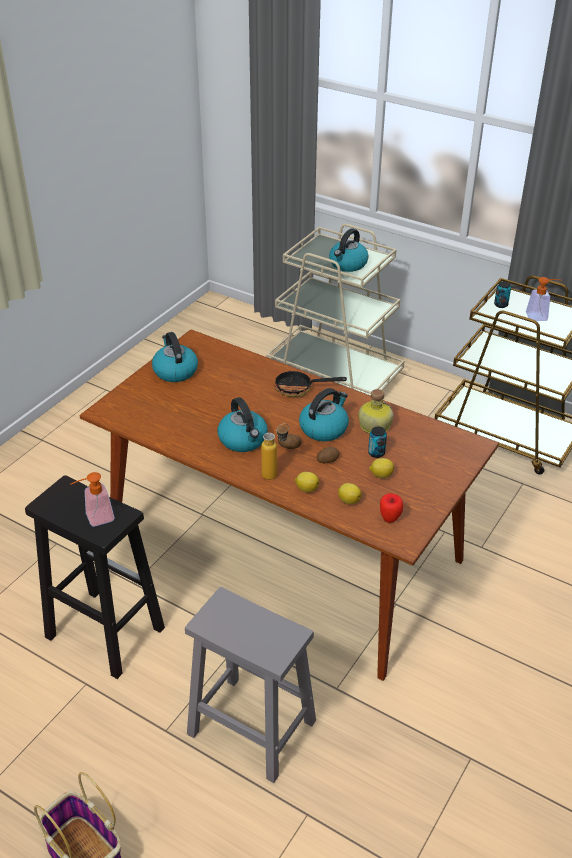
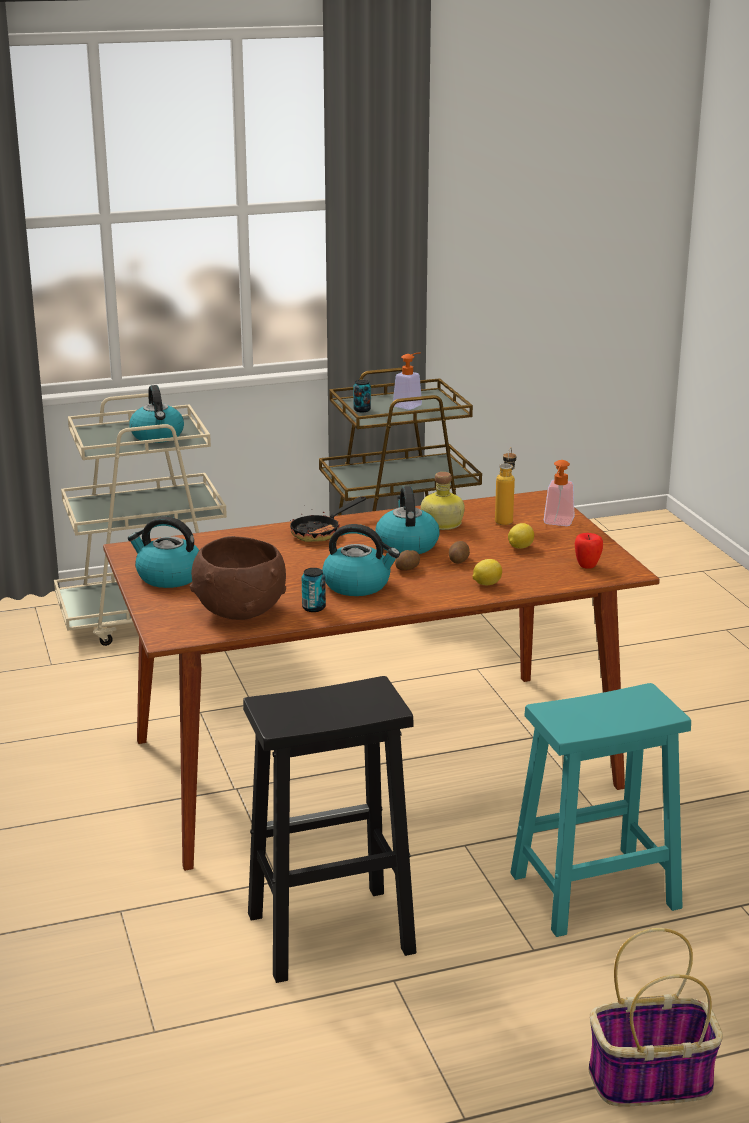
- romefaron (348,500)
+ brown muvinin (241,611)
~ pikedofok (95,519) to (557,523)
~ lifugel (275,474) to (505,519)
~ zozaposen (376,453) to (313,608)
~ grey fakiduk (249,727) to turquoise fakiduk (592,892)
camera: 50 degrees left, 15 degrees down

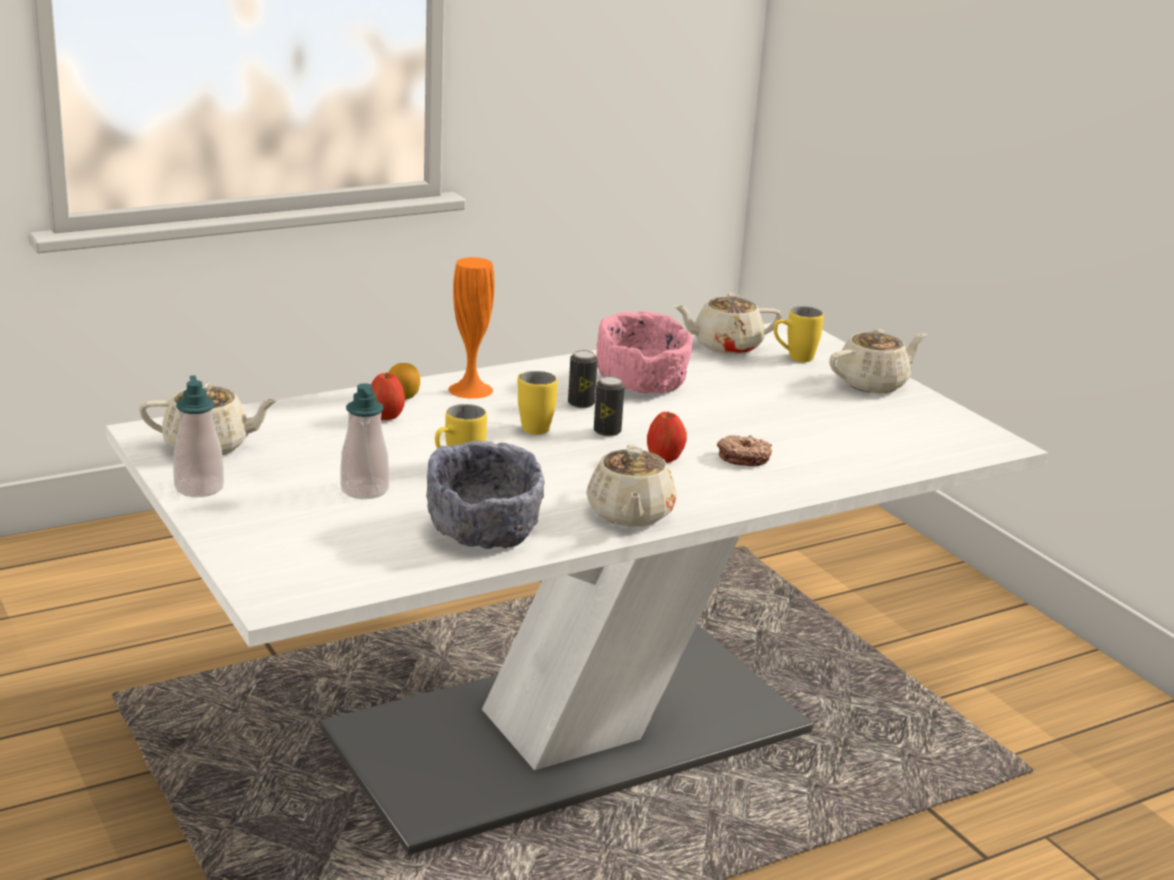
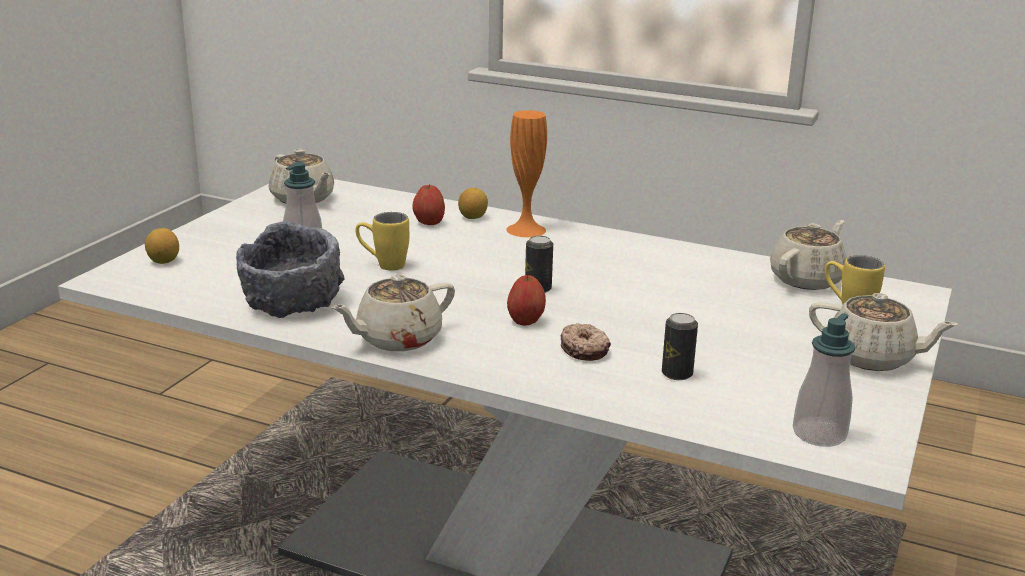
- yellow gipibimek (531,425)
- pink muvinin (641,383)
+ romefaron (163,261)
~ pikedofok (199,488) to (819,434)
~ zozaposen (581,404) to (677,374)
~ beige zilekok (725,346) = (807,279) 90 degrees clockwise
camera: 55 degrees right, 0 degrees up

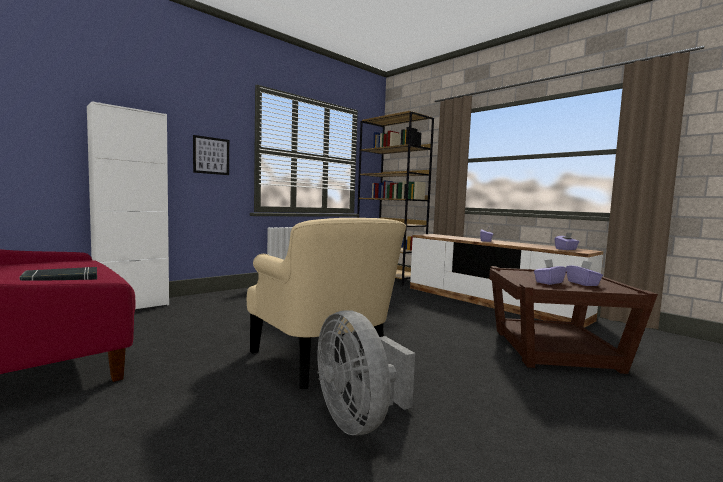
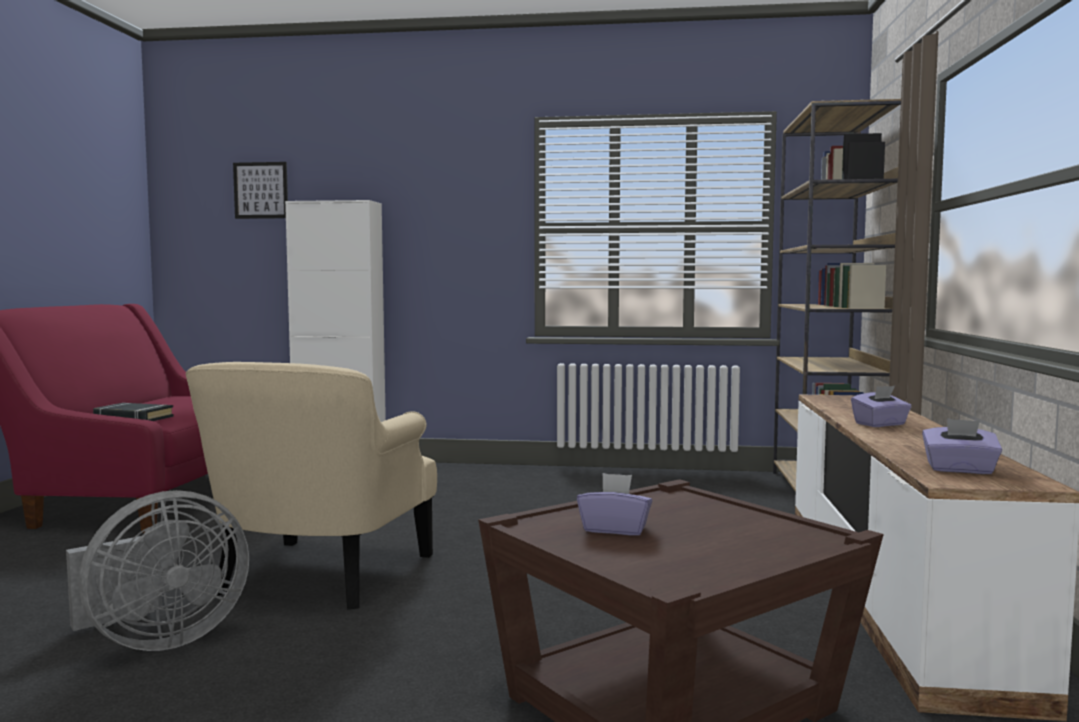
- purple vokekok (583,283)
~ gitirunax (211,155) to (261,190)
~ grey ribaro (359,420) = (159,640) 150 degrees counterclockwise
camera: 50 degrees right, 0 degrees up

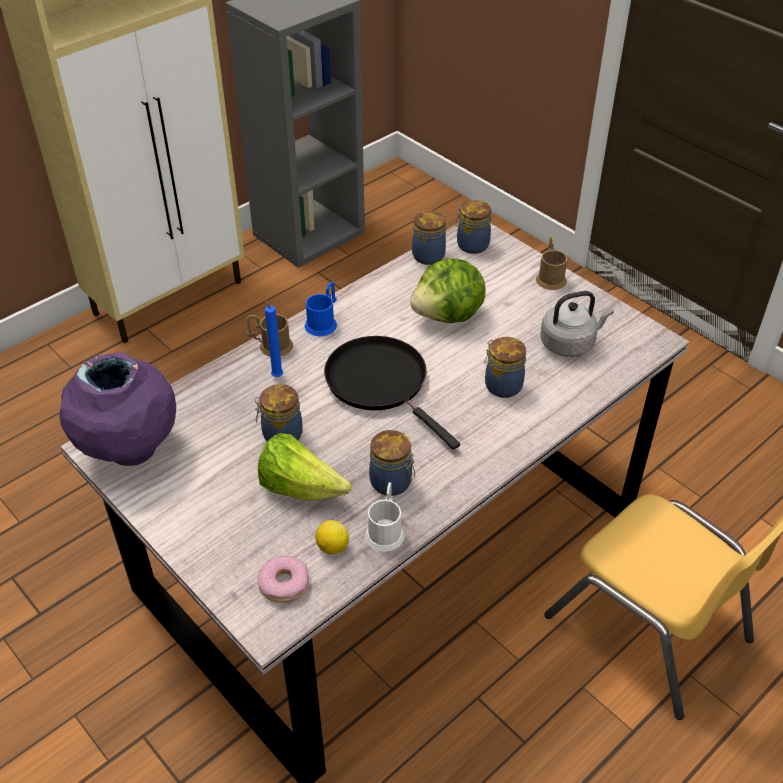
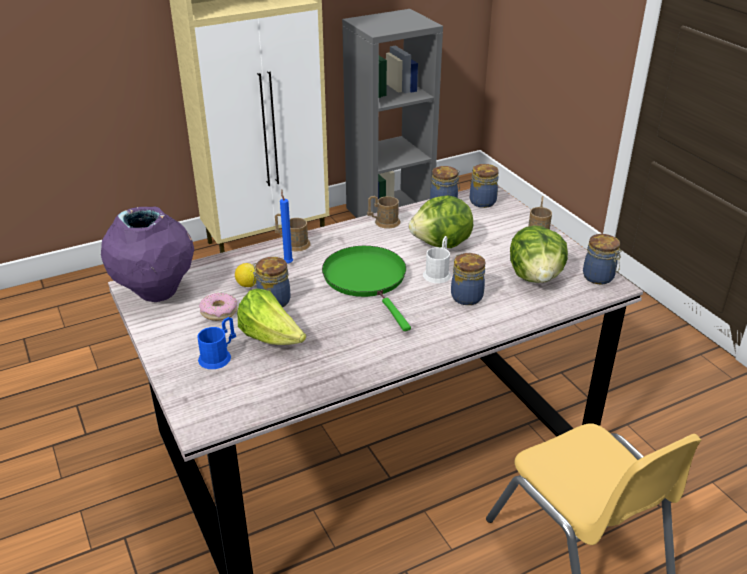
+ brown gipibimek (383,222)
~ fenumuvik (284,584) to (219,311)
~ blue gipibimek (323,322) to (219,356)
~ romefaron (332,547) to (247,284)
~ white gipibimek (385,530) to (438,273)
~ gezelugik (392,483) to (599,277)
~ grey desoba (570,343) to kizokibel (536,277)
~ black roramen (381,383) to green roramen (367,280)
camera: 15 degrees right, 10 degrees down

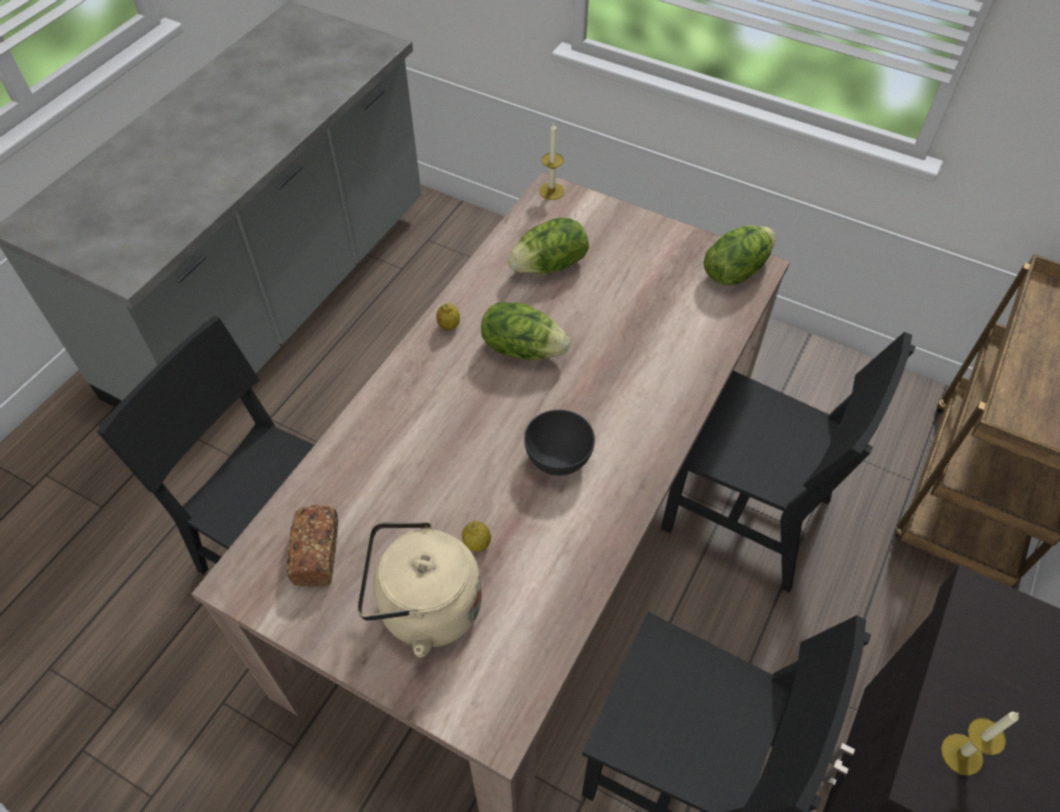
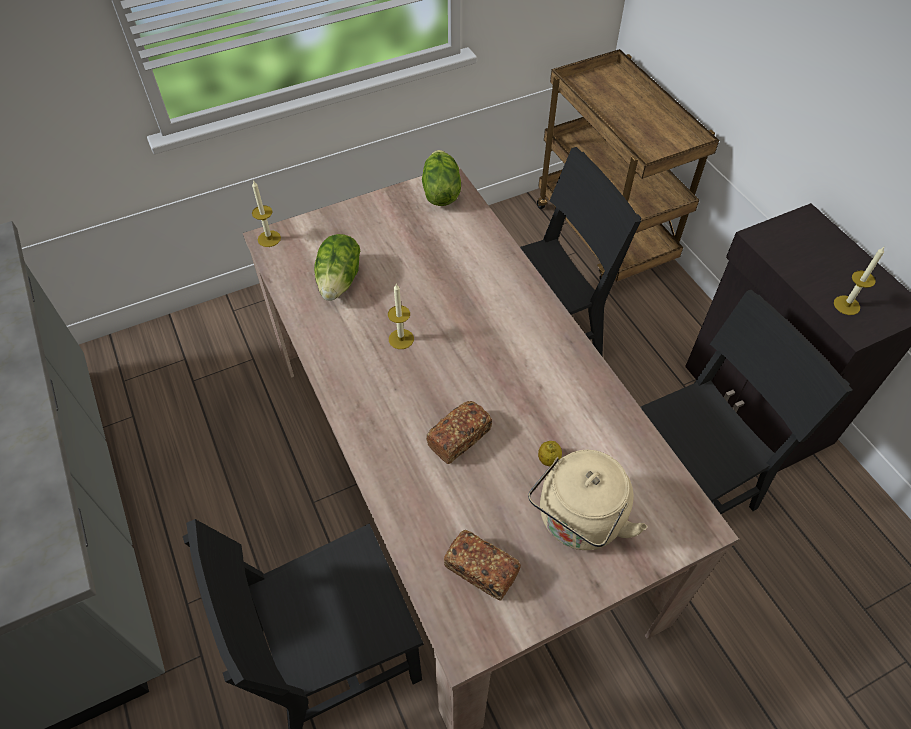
- romefaron (449,326)
- grey muvinin (558,458)
+ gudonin (459,438)
~ kizokibel (522,348) to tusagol (401,339)
camera: 55 degrees left, 0 degrees up

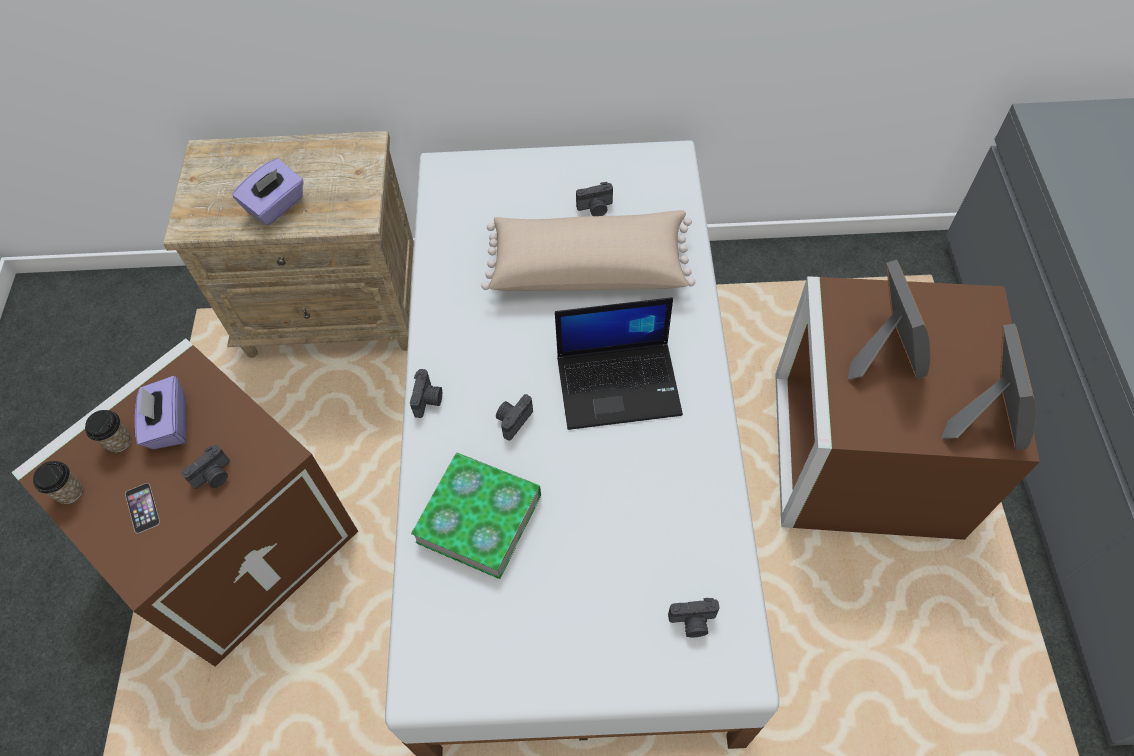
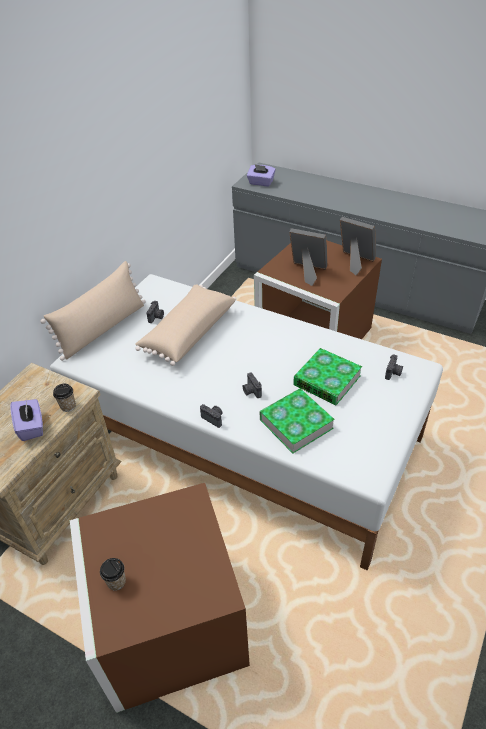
- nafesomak (142,508)
- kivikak (214,476)
- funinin (619,384)
+ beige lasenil (103,328)
+ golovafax (327,380)
~ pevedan (70,492) to (68,406)
~ purple vokekok (169,424) to (261,183)
camera: 60 degrees left, 15 degrees down

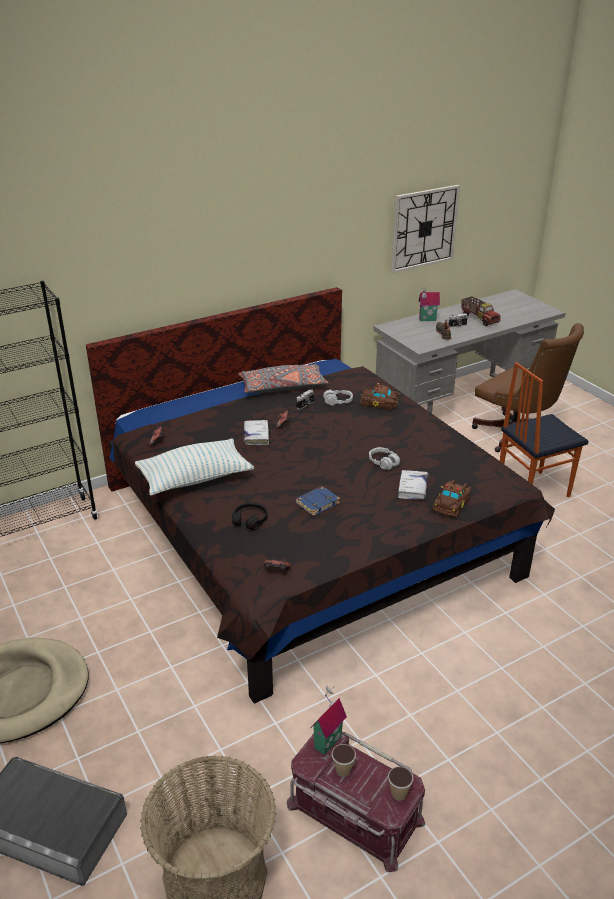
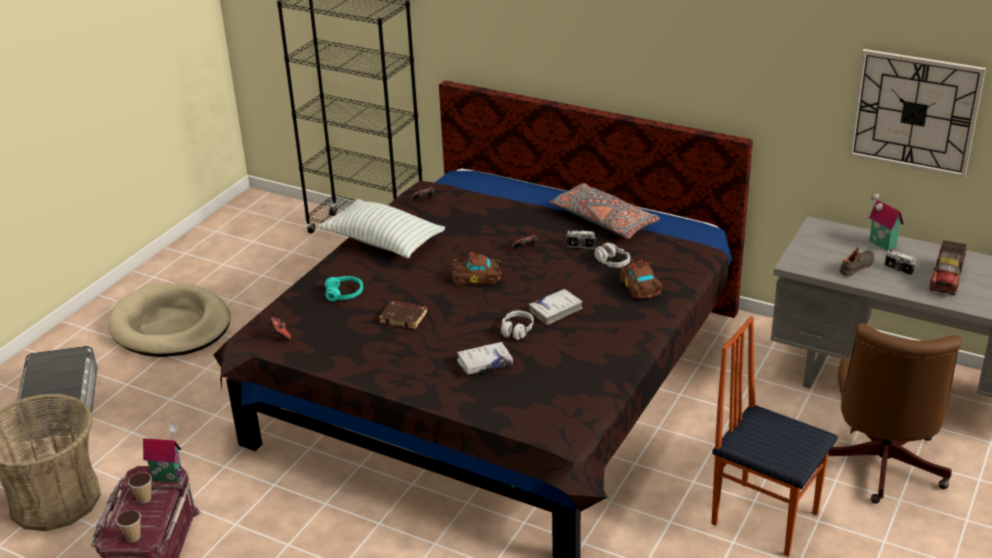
~ white golovafax (256,436) to (555,310)
~ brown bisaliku (452,504) to (478,278)
~ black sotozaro (250,520) to turquoise sotozaro (344,293)
~ blue golovafax (317,503) to brown golovafax (404,317)
camera: 60 degrees right, 0 degrees up

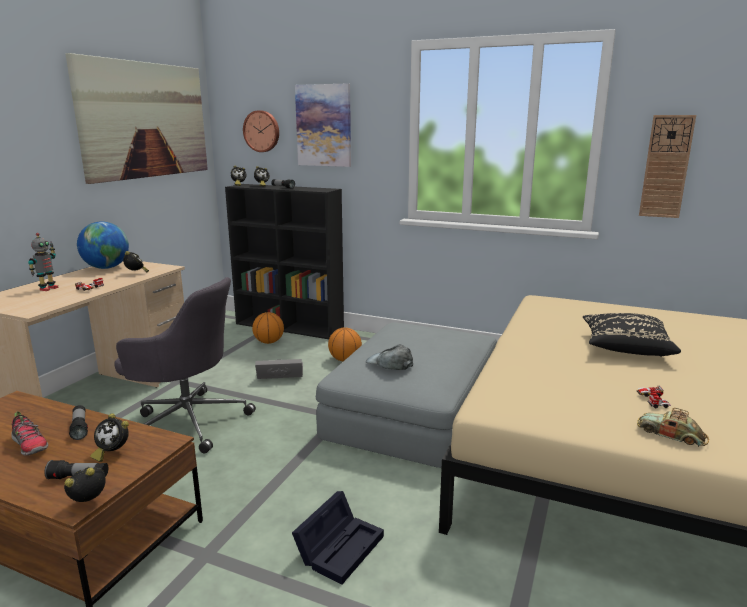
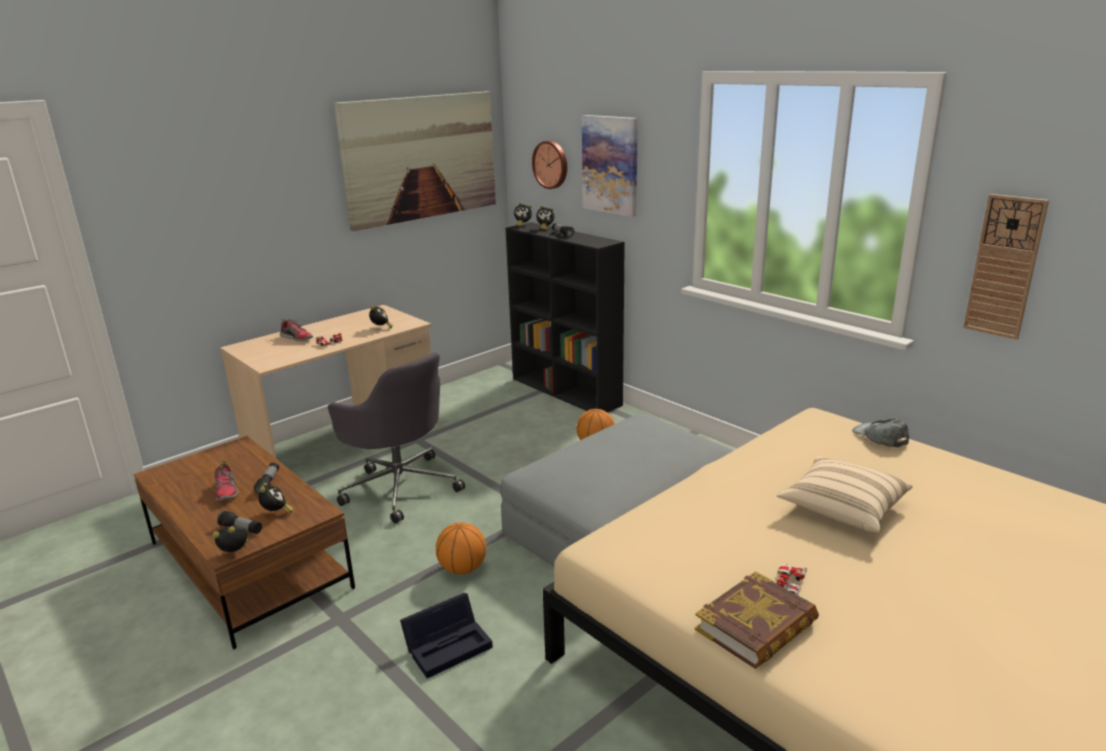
- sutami (106,268)
- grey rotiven (278,374)
~ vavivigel (269,342) to (462,569)
~ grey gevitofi (389,363) to (880,436)
~ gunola (48,288) to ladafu (297,338)
~ bisaliku (671,435) to golovafax (756,627)
~ black lasenil (625,348) to beige lasenil (842,509)
~ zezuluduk (112,453) = (276,513) 150 degrees counterclockwise
camera: 25 degrees right, 5 degrees up

